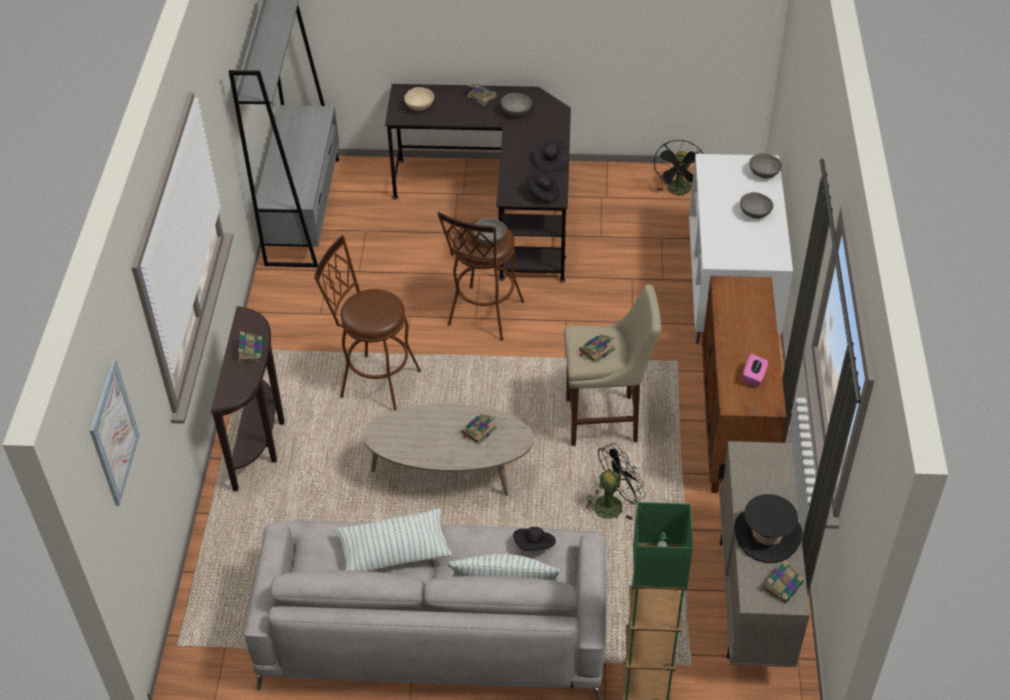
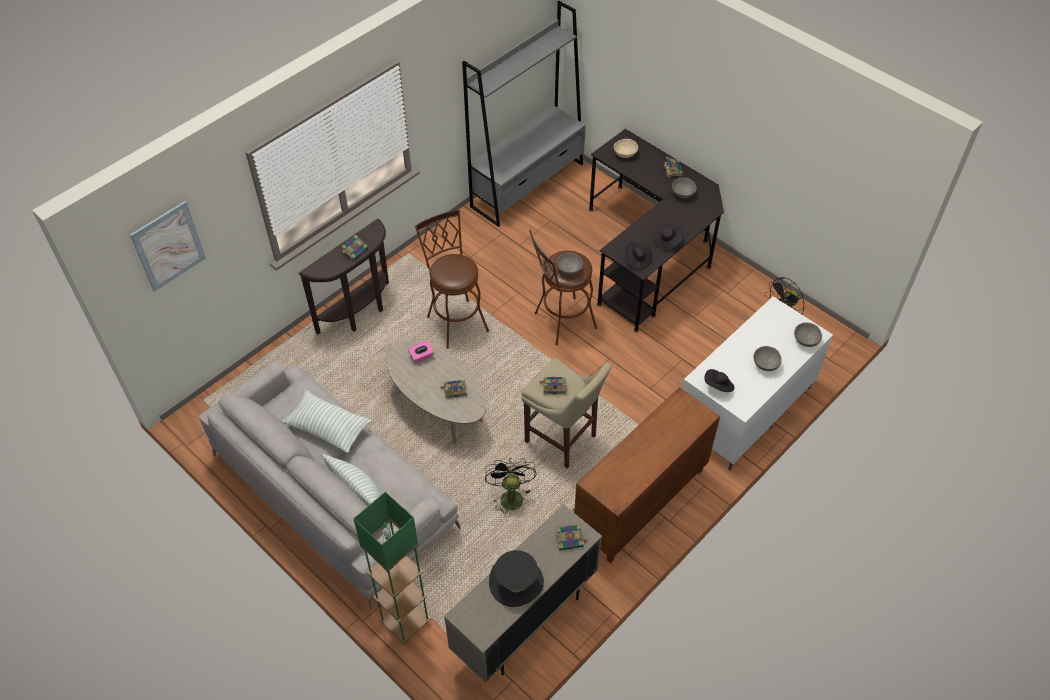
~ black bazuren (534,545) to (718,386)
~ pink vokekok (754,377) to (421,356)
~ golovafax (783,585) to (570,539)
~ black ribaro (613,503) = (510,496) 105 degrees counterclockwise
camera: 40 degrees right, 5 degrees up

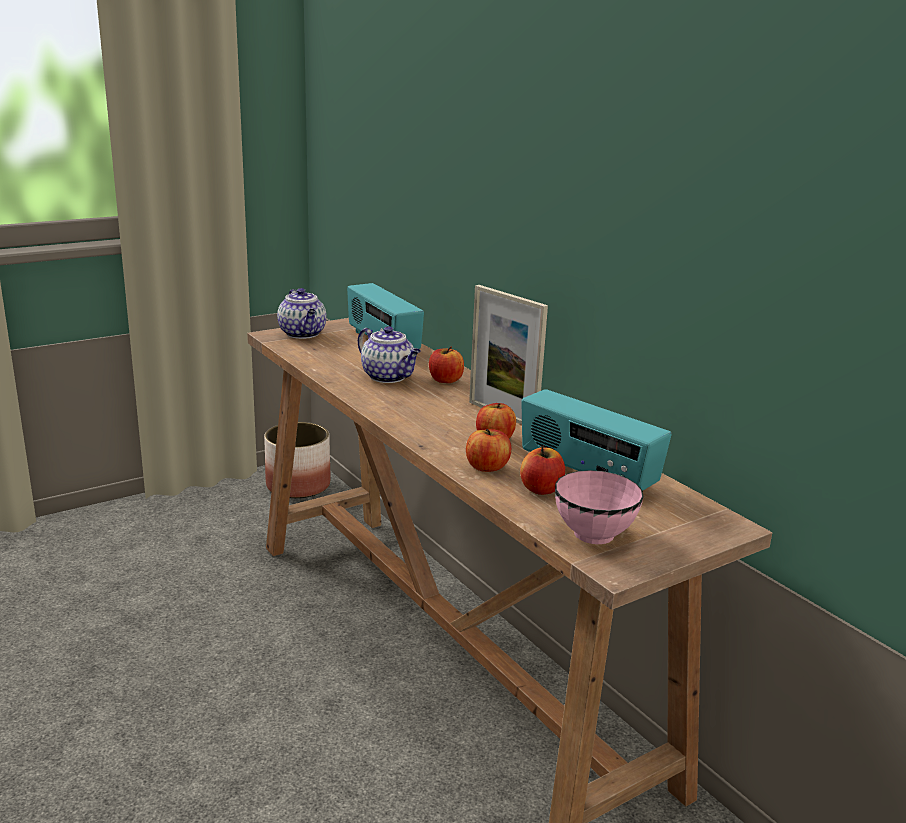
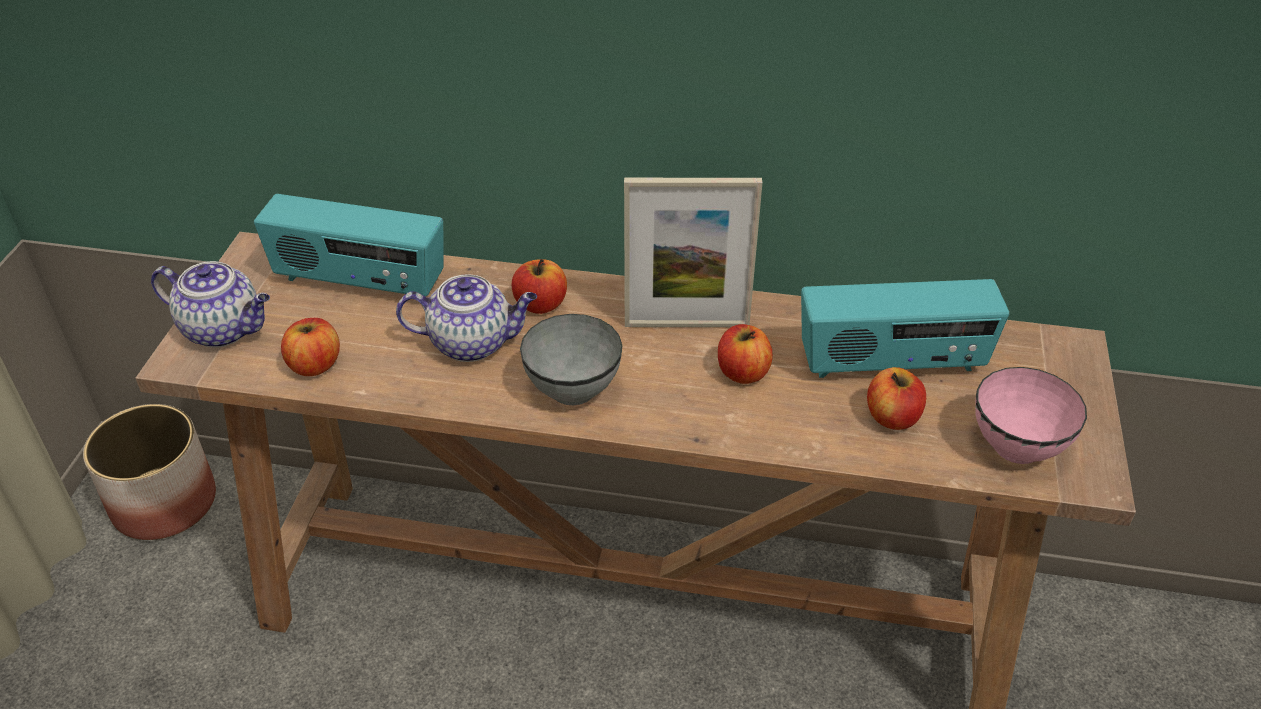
+ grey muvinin (572,389)
~ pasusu (487,467) to (314,365)
camera: 45 degrees left, 20 degrees up

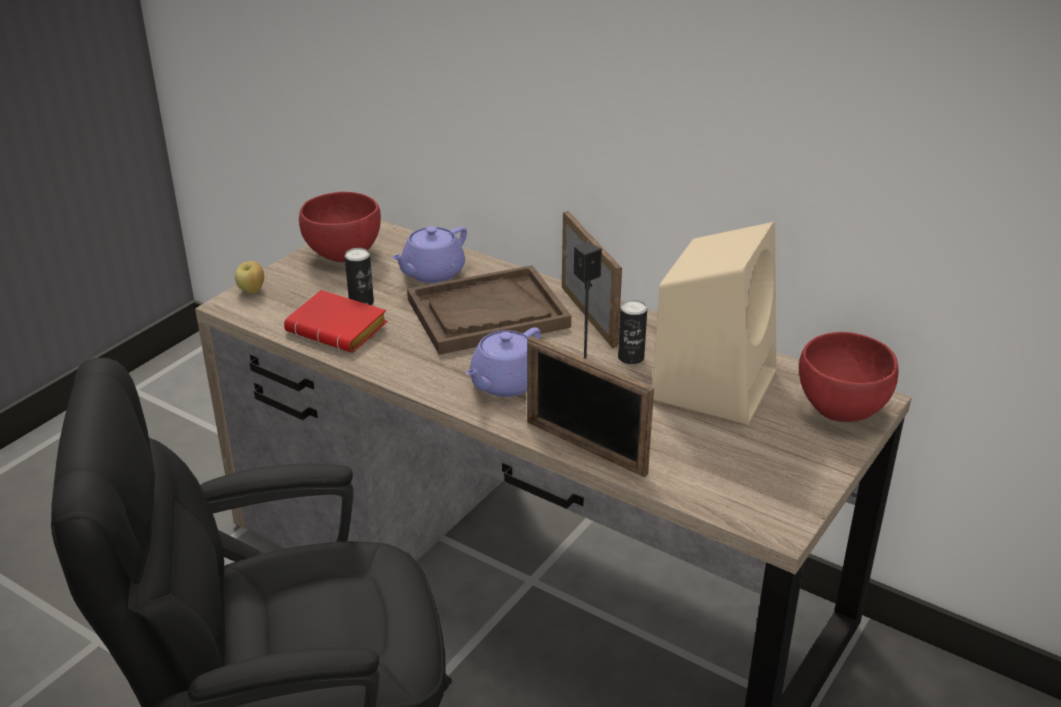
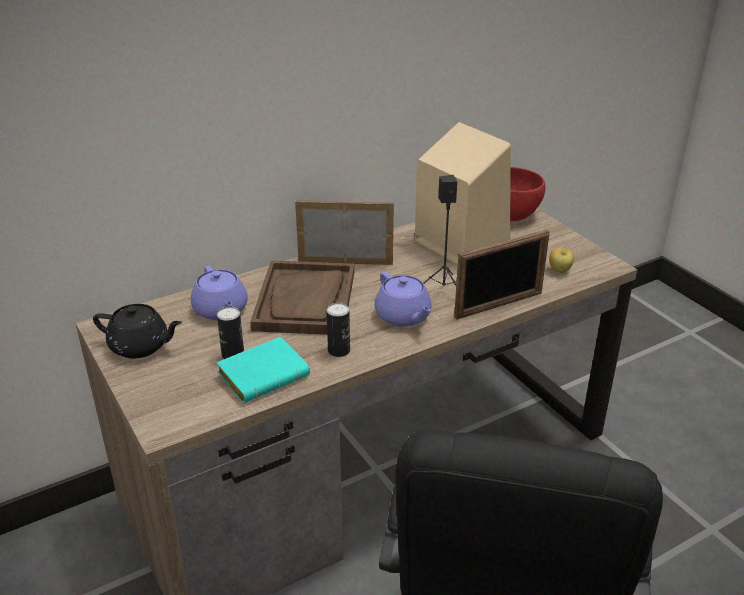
~ pasusu (252,291) to (560,271)
~ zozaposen (631,357) to (339,350)
~ red muvinin (344,254) to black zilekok (141,346)
~ red golovafax (340,329) to turquoise golovafax (264,374)
camera: 65 degrees left, 0 degrees up

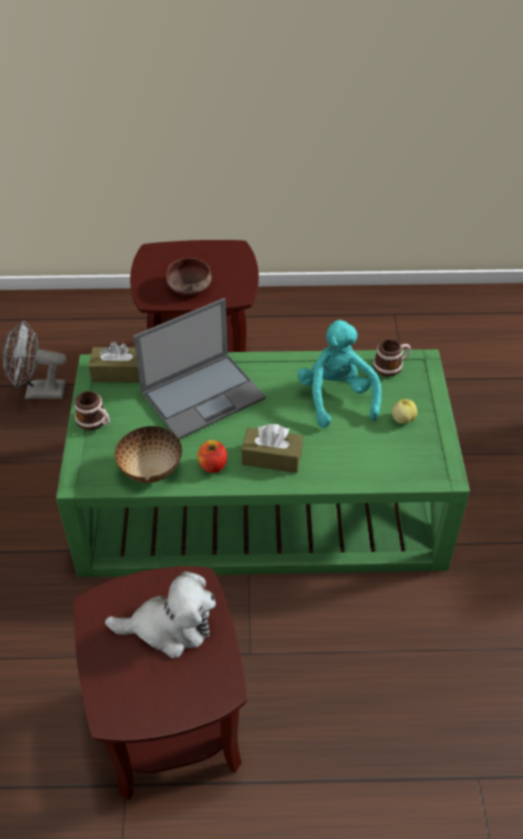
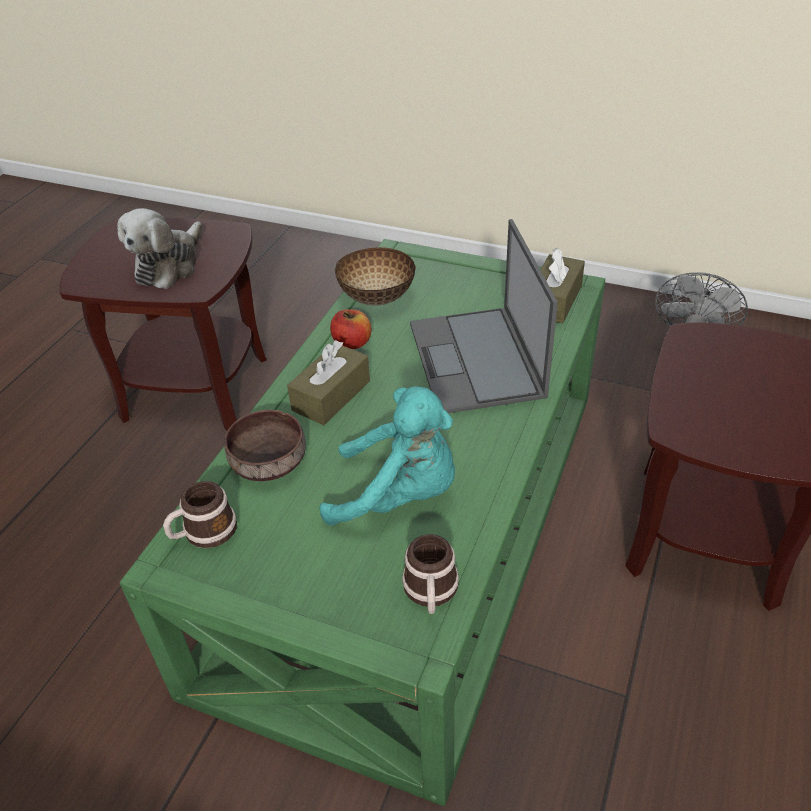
- pasusu (402,419)
~ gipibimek (95,422) to (203,533)
~ brown muvinin (190,287) to (267,462)
camera: 115 degrees right, 5 degrees down

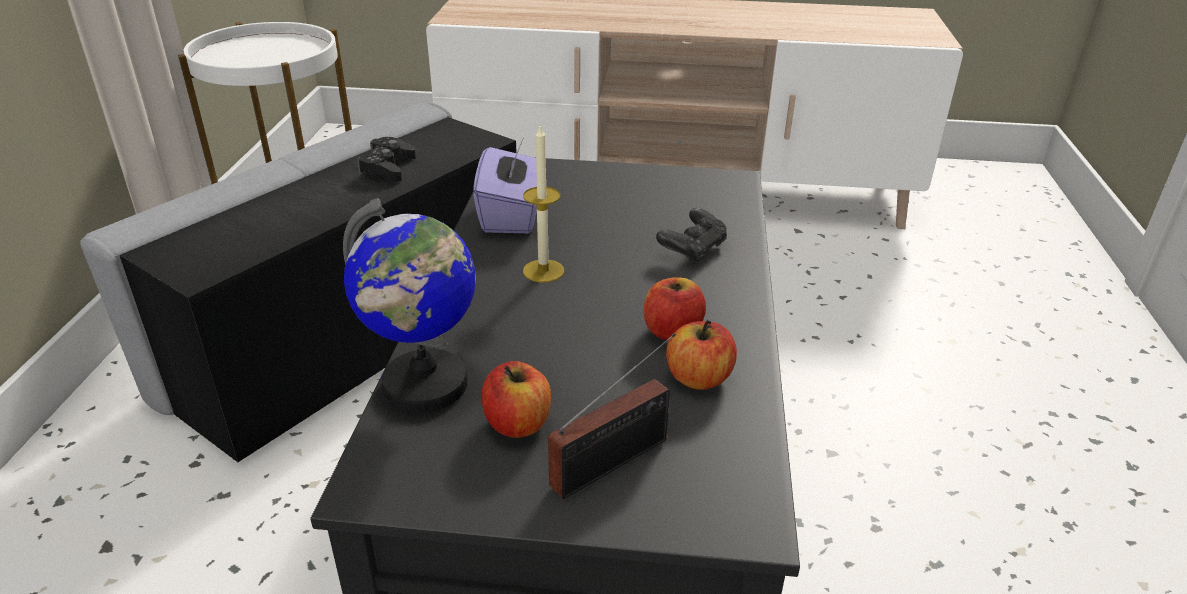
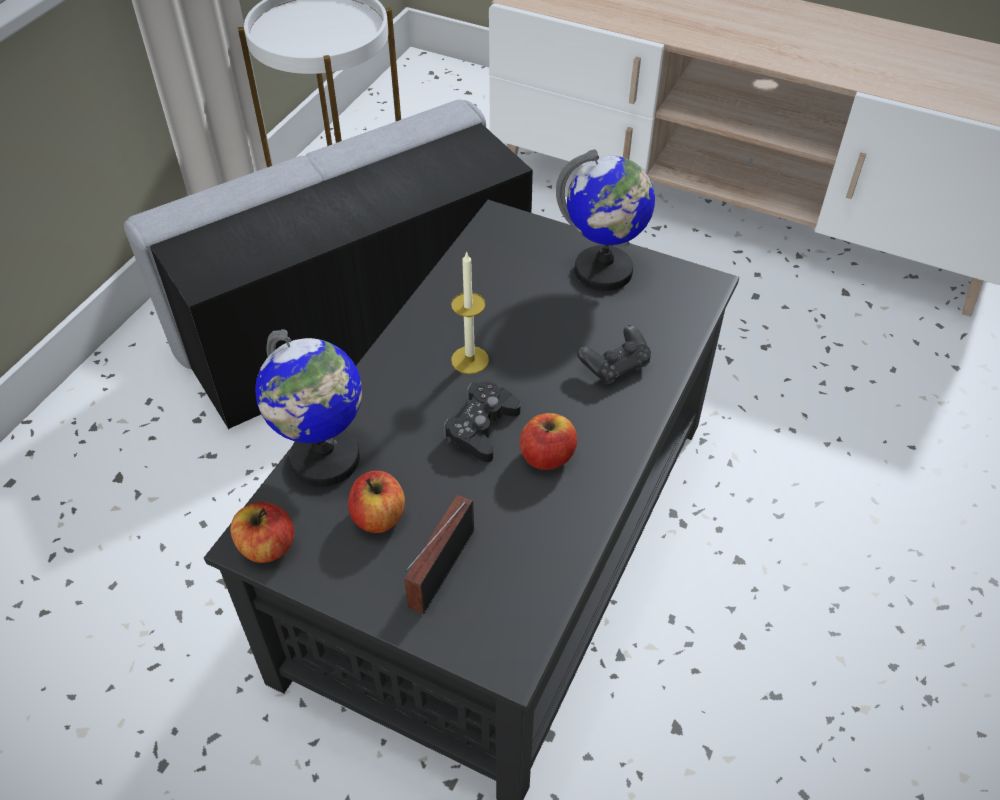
- purple vokekok (512,215)
+ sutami (603,271)
~ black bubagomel (387,168) to (481,427)
~ pasusu (699,378) to (267,547)
~ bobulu (616,460) = (437,573) 135 degrees clockwise
camera: 20 degrees right, 15 degrees up

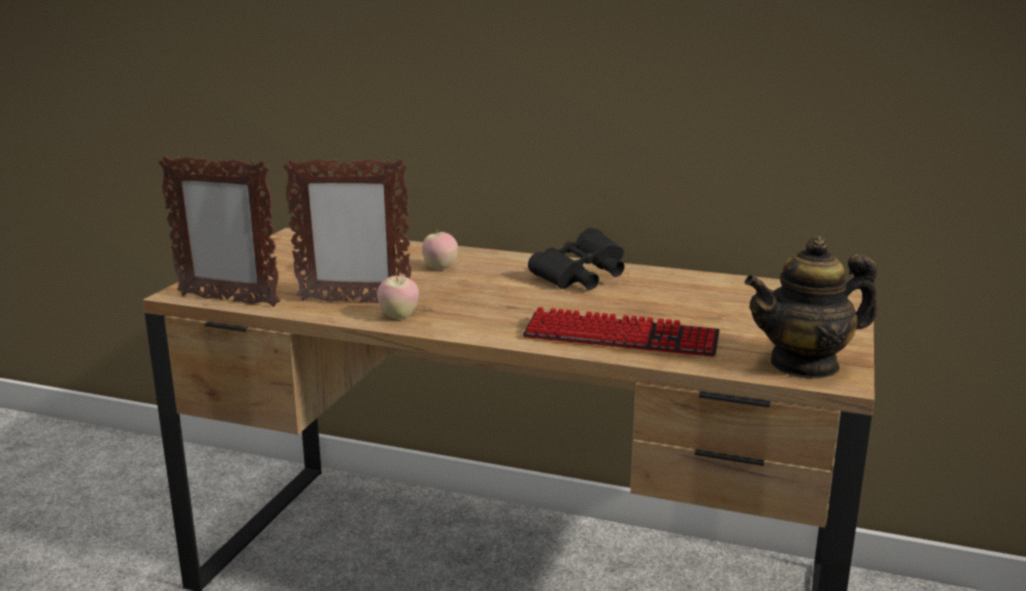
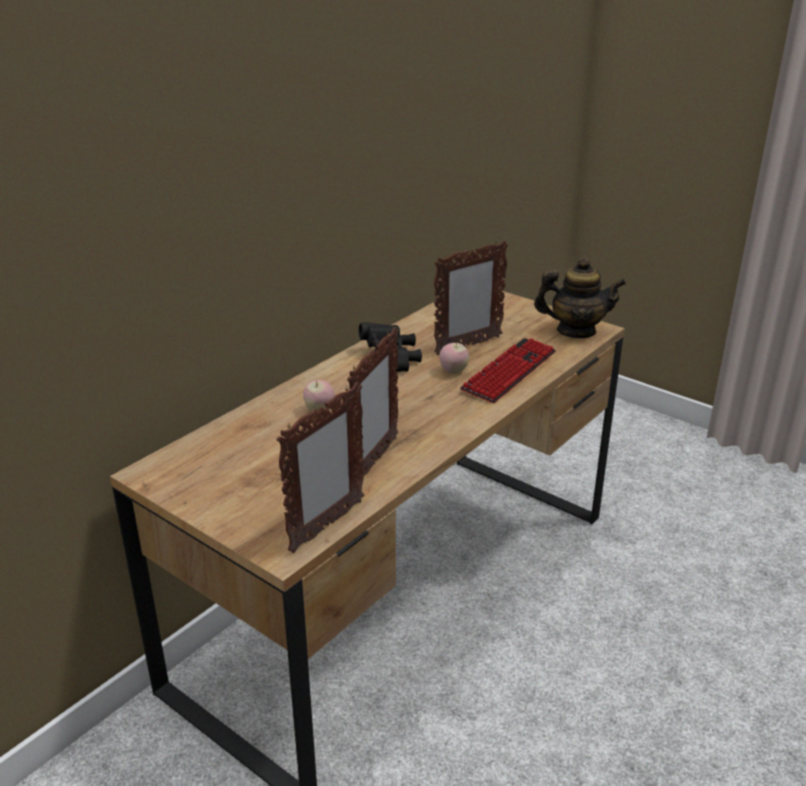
+ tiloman (467,346)
~ pasusu (399,316) to (453,371)
~ zilekok (805,364) = (576,331) 90 degrees counterclockwise
camera: 70 degrees left, 10 degrees up

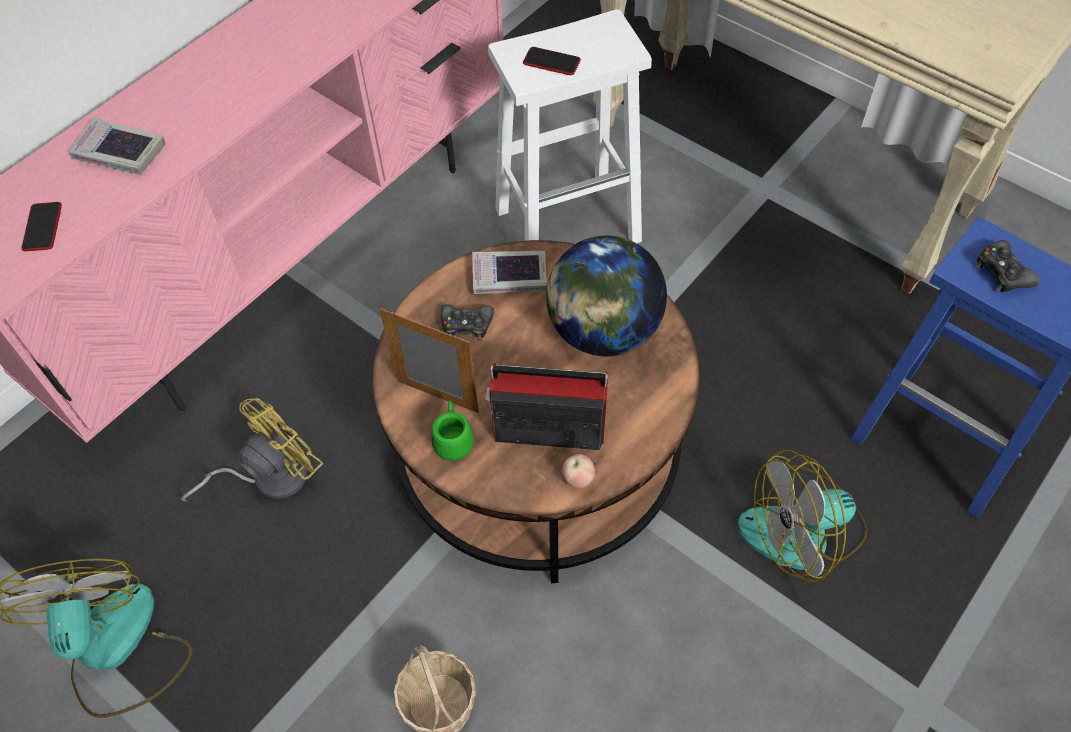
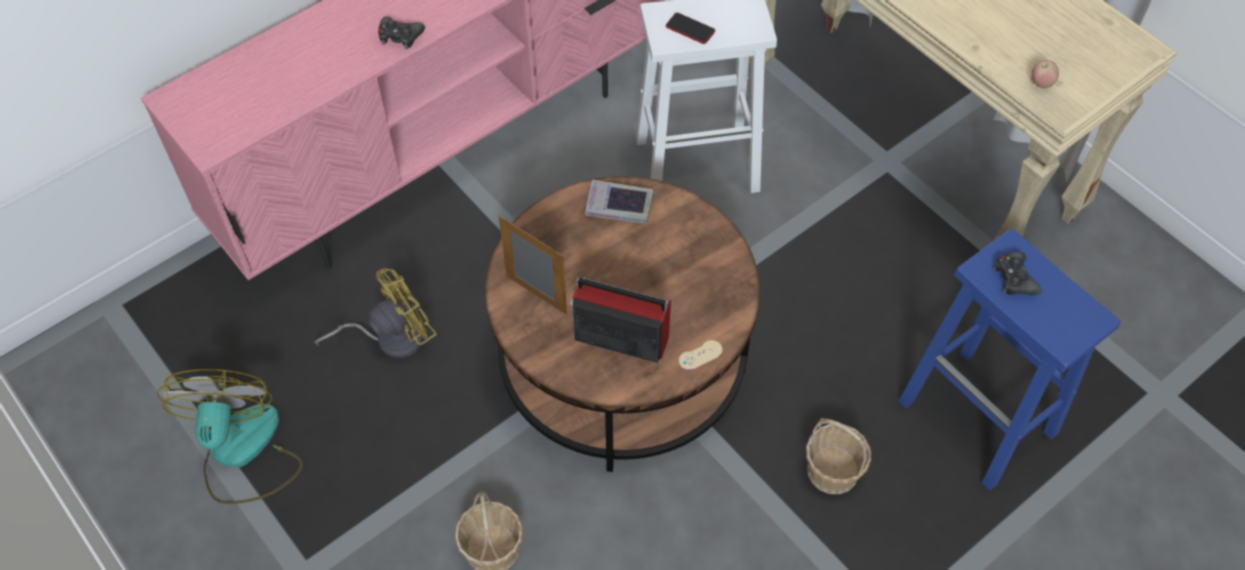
- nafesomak (42,227)
- golovafax (119,152)
- green gipibimek (453,438)
- sutami (603,331)
+ beige bubagomel (700,355)
~ black bubagomel (466,325) to (400,36)
~ pasusu (578,479) to (1041,83)
~ ribaro (802,531) to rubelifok (833,471)
camera: 10 degrees right, 0 degrees up

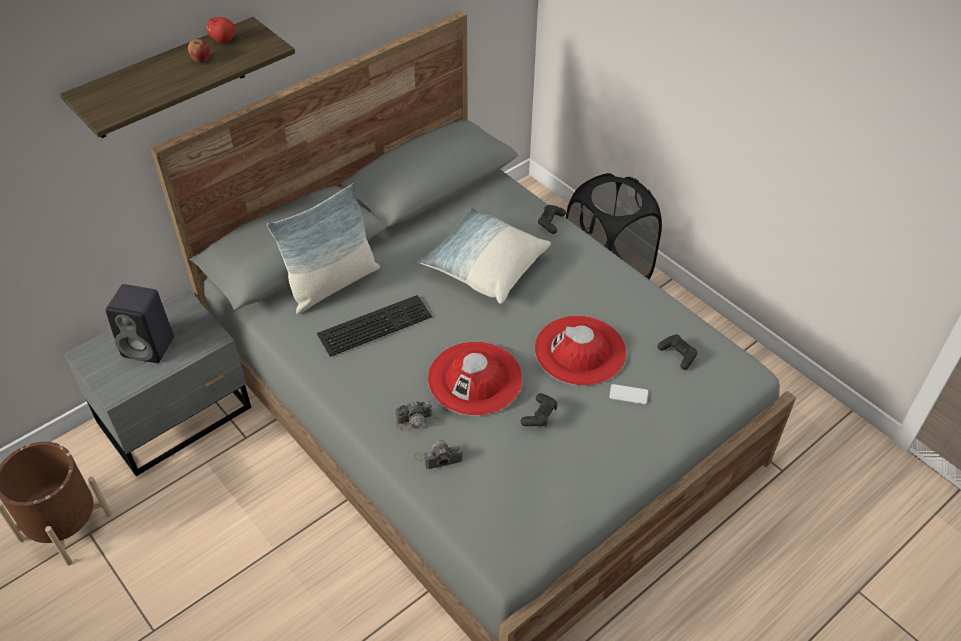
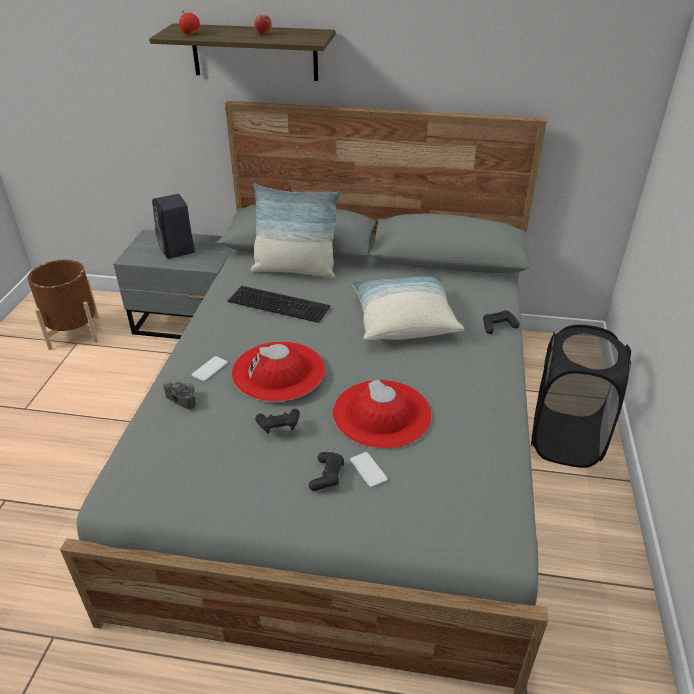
~ pasusu (223,40) to (190,34)
~ black bubagomel (677,354) to (327,475)
~ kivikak (419,421) to nafesomak (209,369)
camera: 50 degrees right, 10 degrees down

